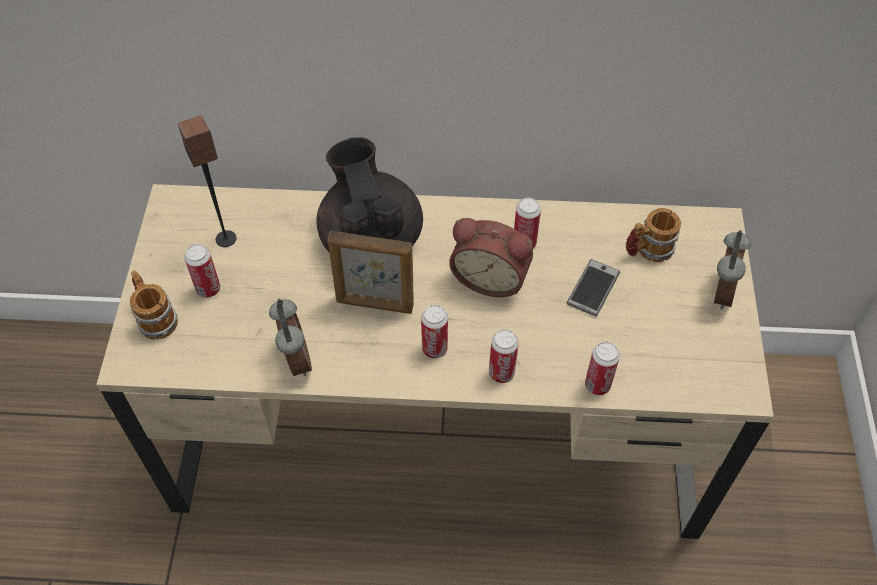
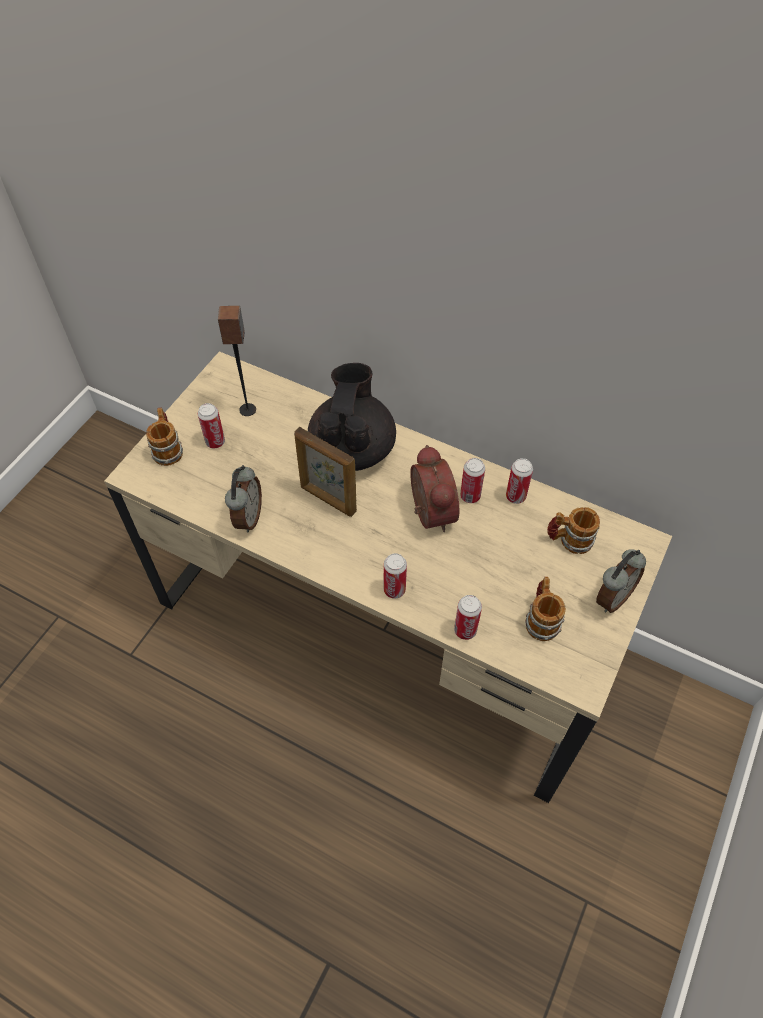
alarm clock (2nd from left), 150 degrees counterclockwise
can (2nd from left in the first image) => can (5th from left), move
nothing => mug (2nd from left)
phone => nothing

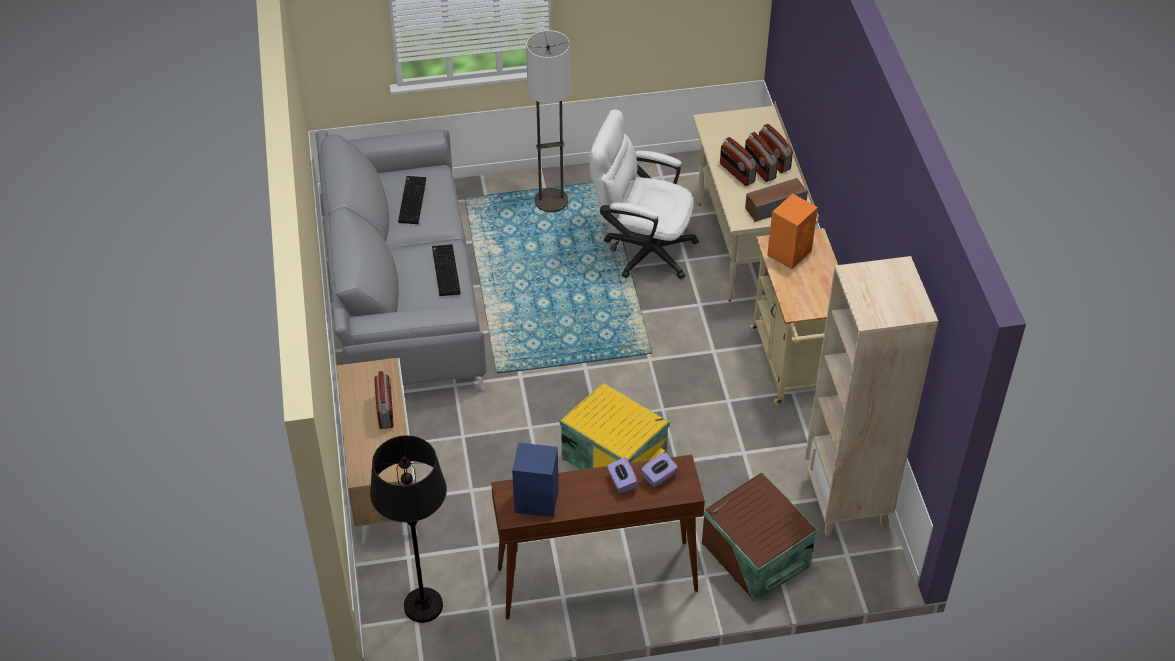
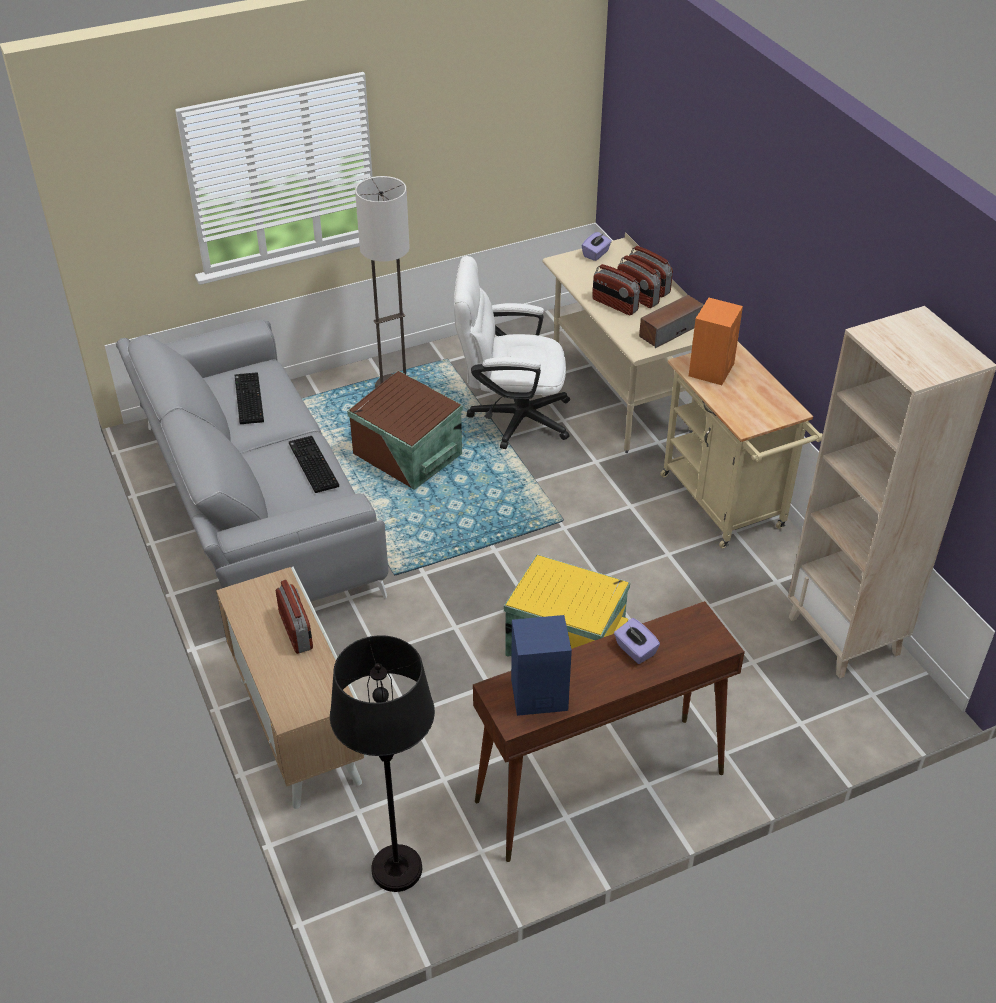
brown storage box, move
purple tissue box (2nd from left in the first image) => purple tissue box (1st from left), move

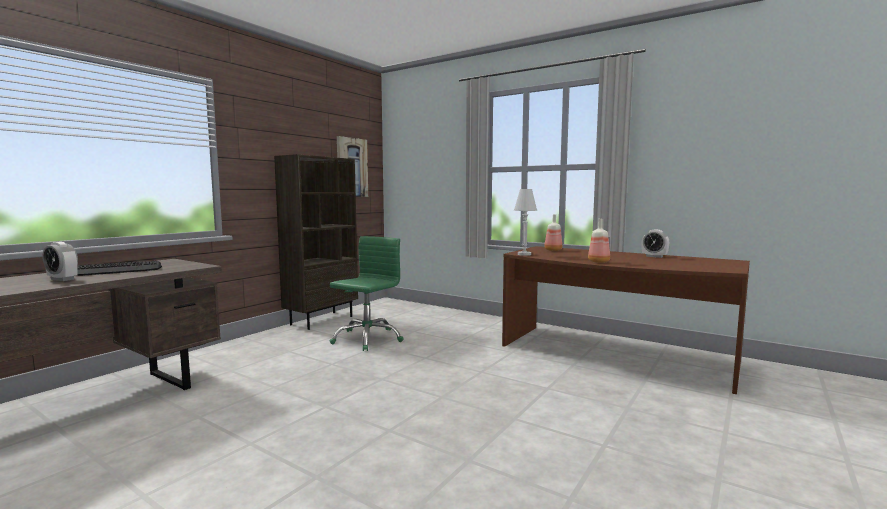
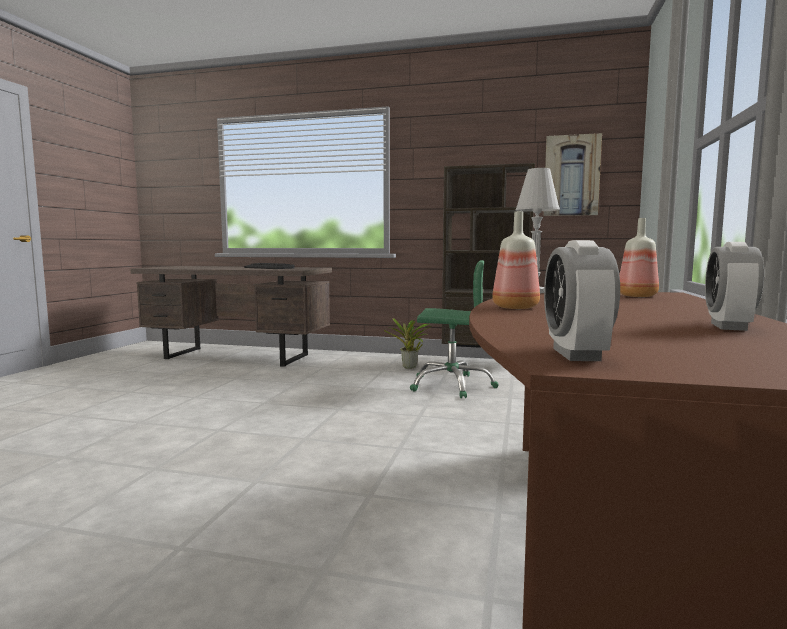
nothing => potted plant
alarm clock (1st from left), move

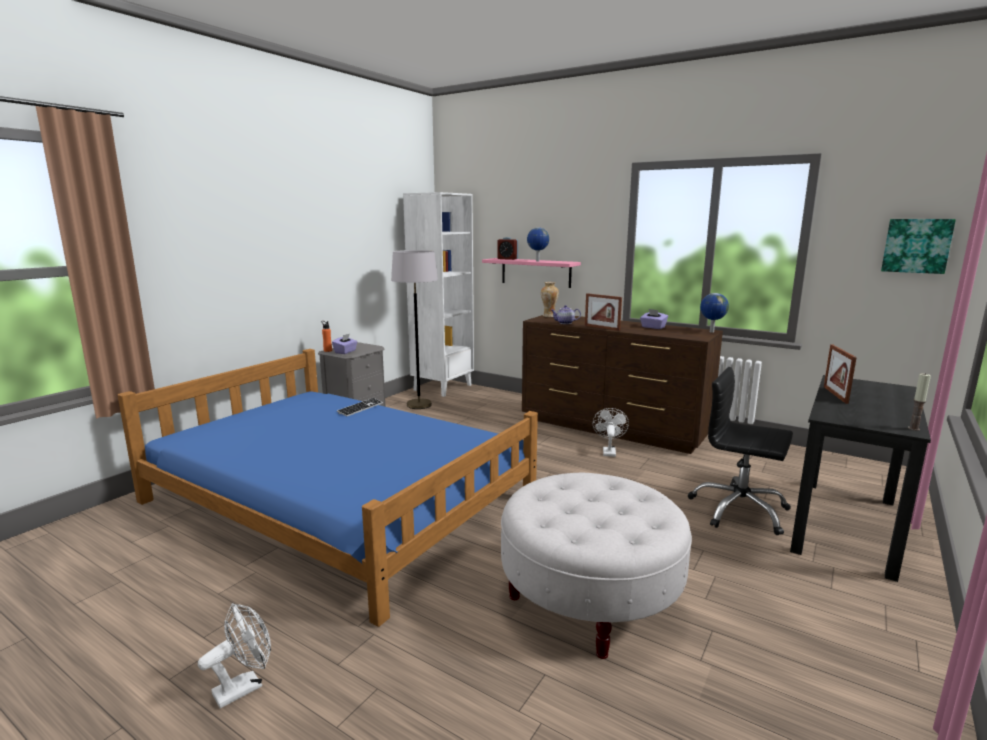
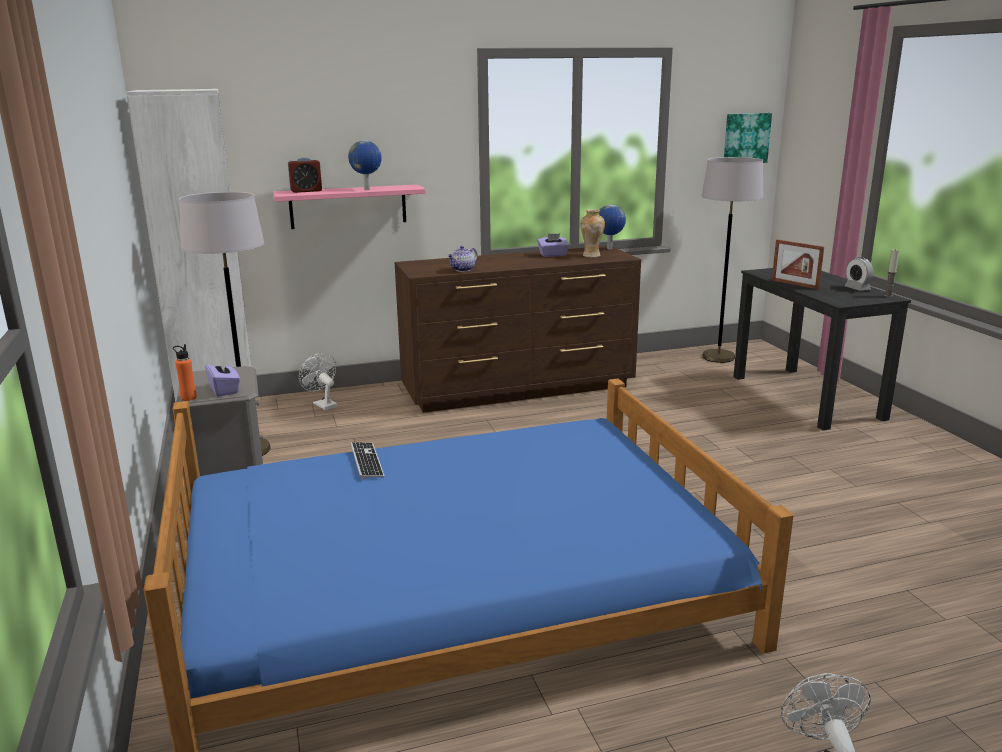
white fan (2nd from left in the first image) => white fan (1st from left), move
vase, move
nothing => grey floor lamp (2nd from left)
nothing => alarm clock (2nd from left)
white ottoman => nothing
picture frame (1st from left) => nothing
black office chair => nothing

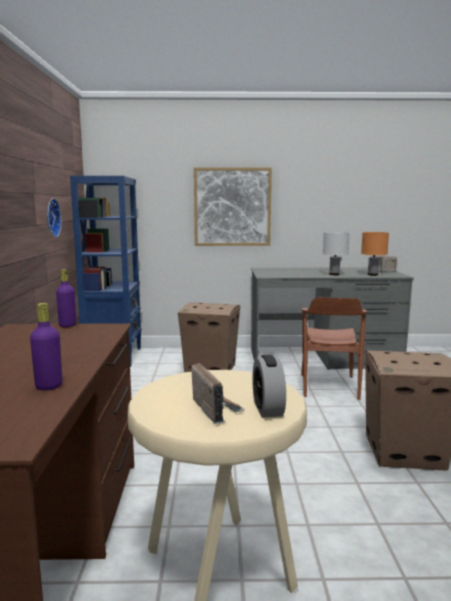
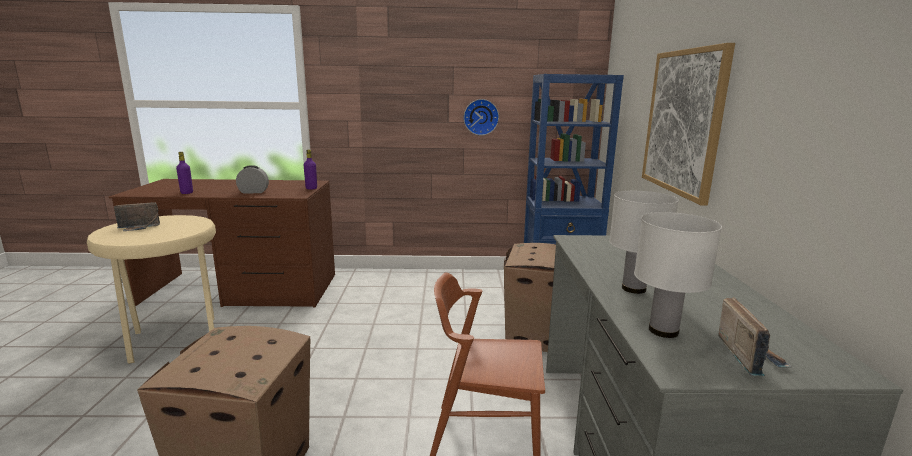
alarm clock, move
orange table lamp => white table lamp (2nd from left)

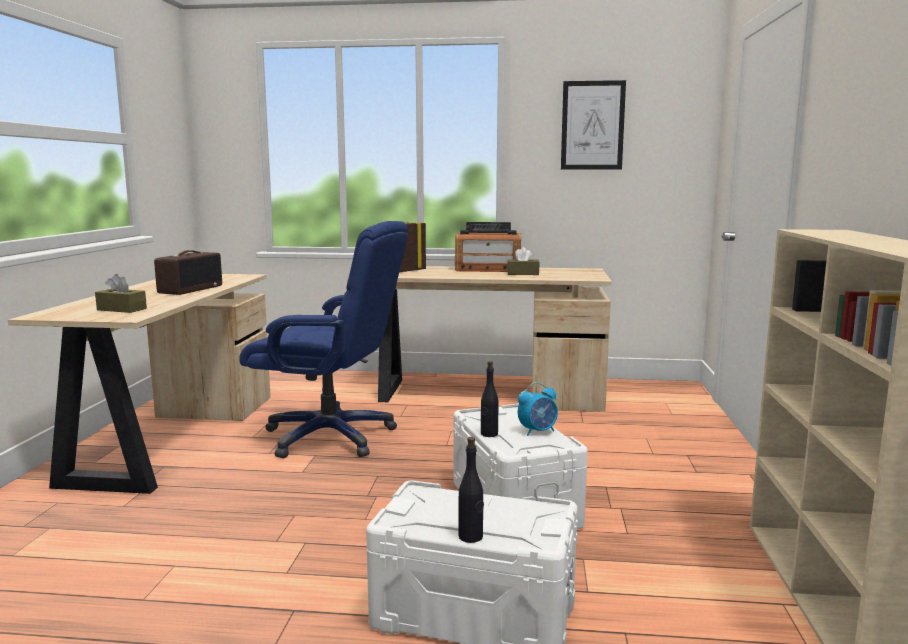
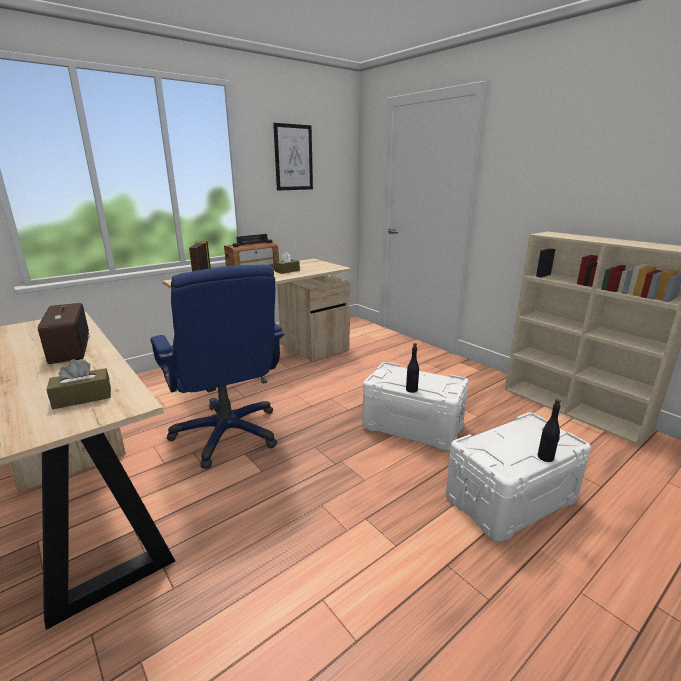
blue office chair, 90 degrees clockwise
alarm clock => nothing

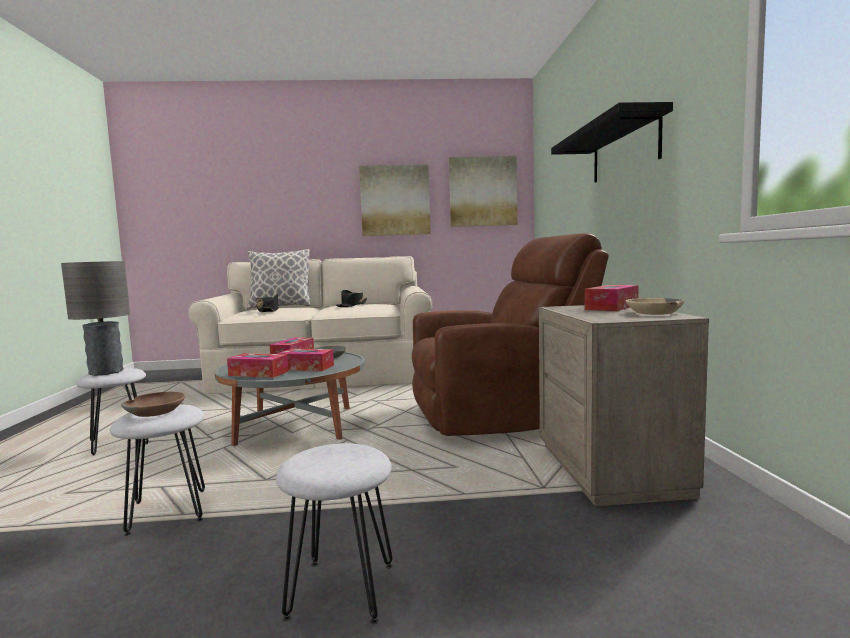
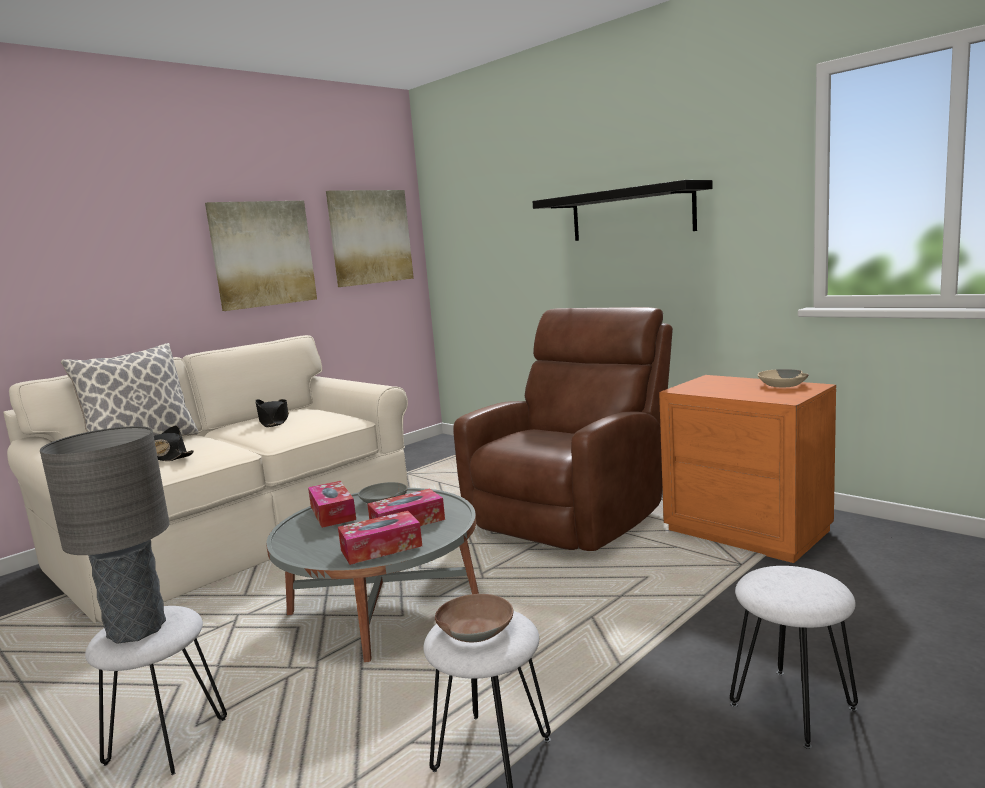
beige nightstand => orange nightstand
tissue box (4th from left) => nothing

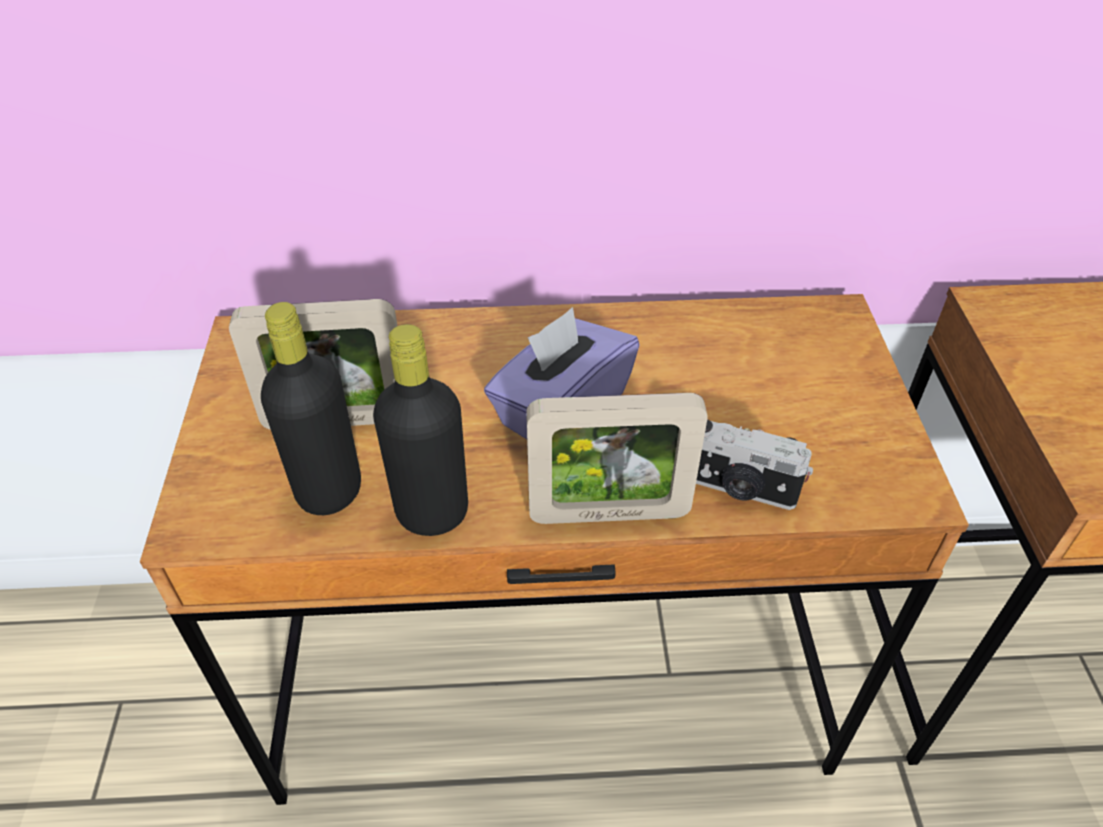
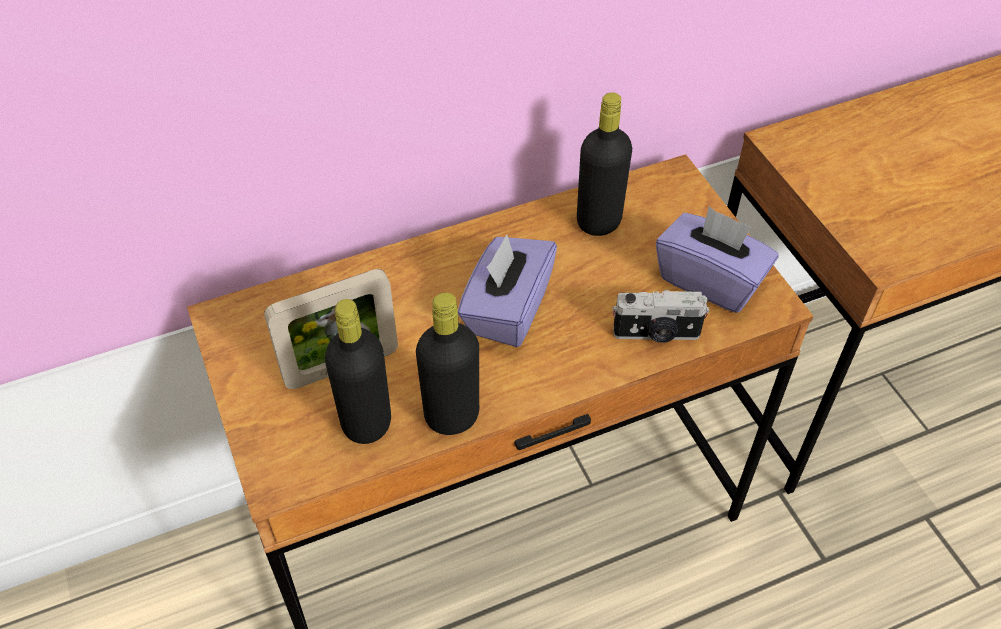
nothing => black bottle (3rd from left)
nothing => purple tissue box (2nd from left)
picture frame (2nd from left) => nothing

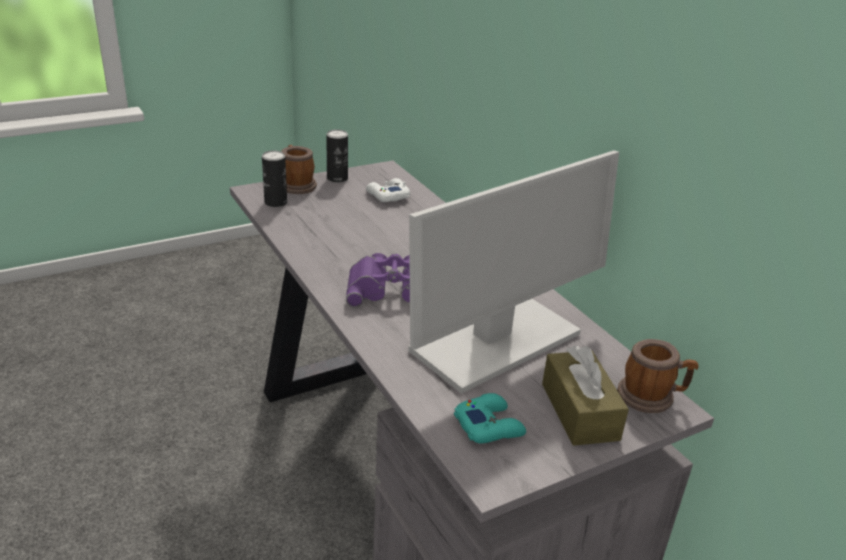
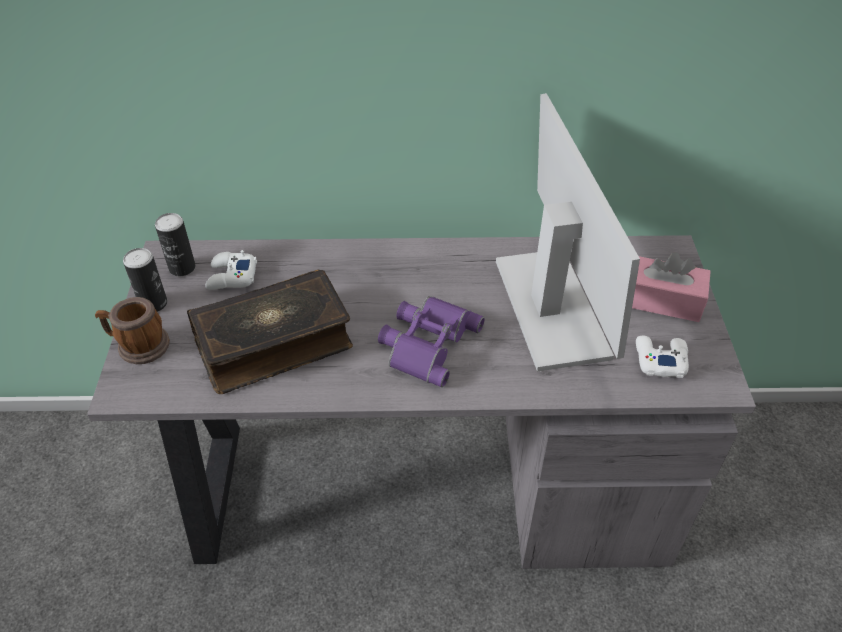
can (1st from left in the first image) => can (2nd from left), move
nothing => book
brown tissue box => pink tissue box
turquoise game controller => white game controller (2nd from left)
mug (2nd from left) => nothing

